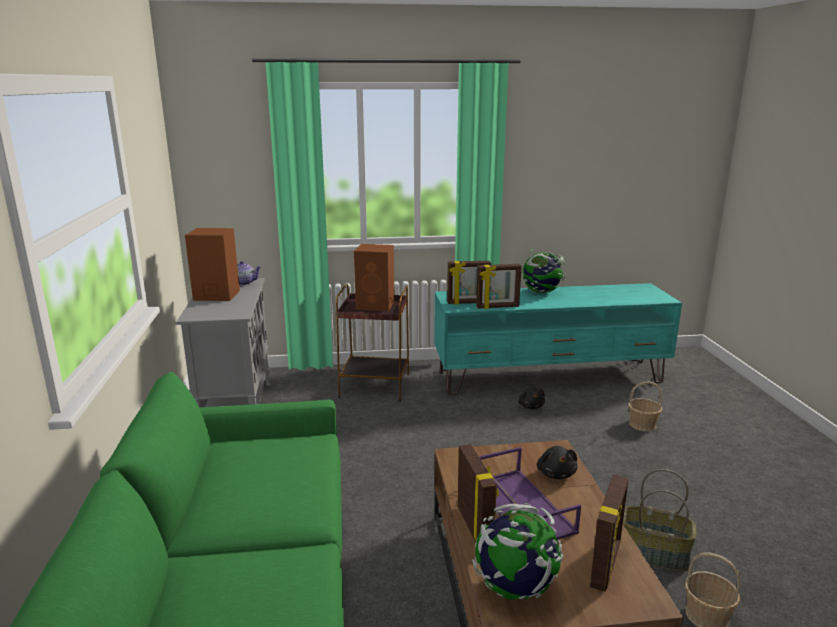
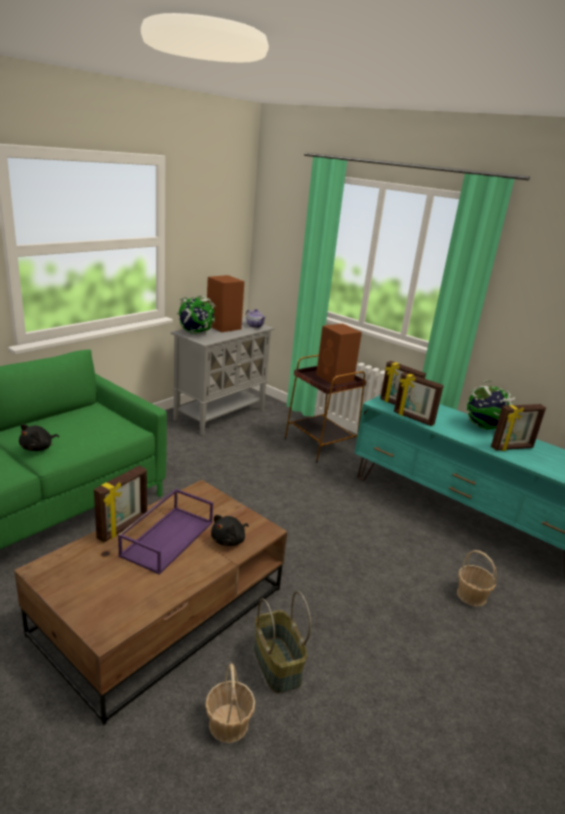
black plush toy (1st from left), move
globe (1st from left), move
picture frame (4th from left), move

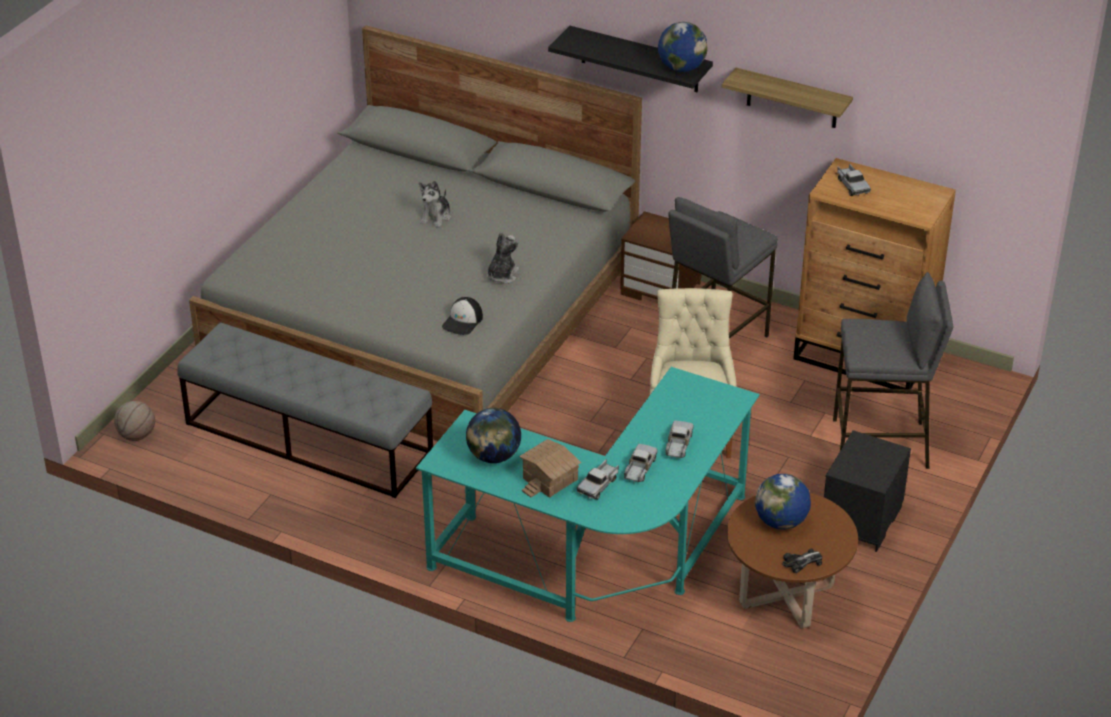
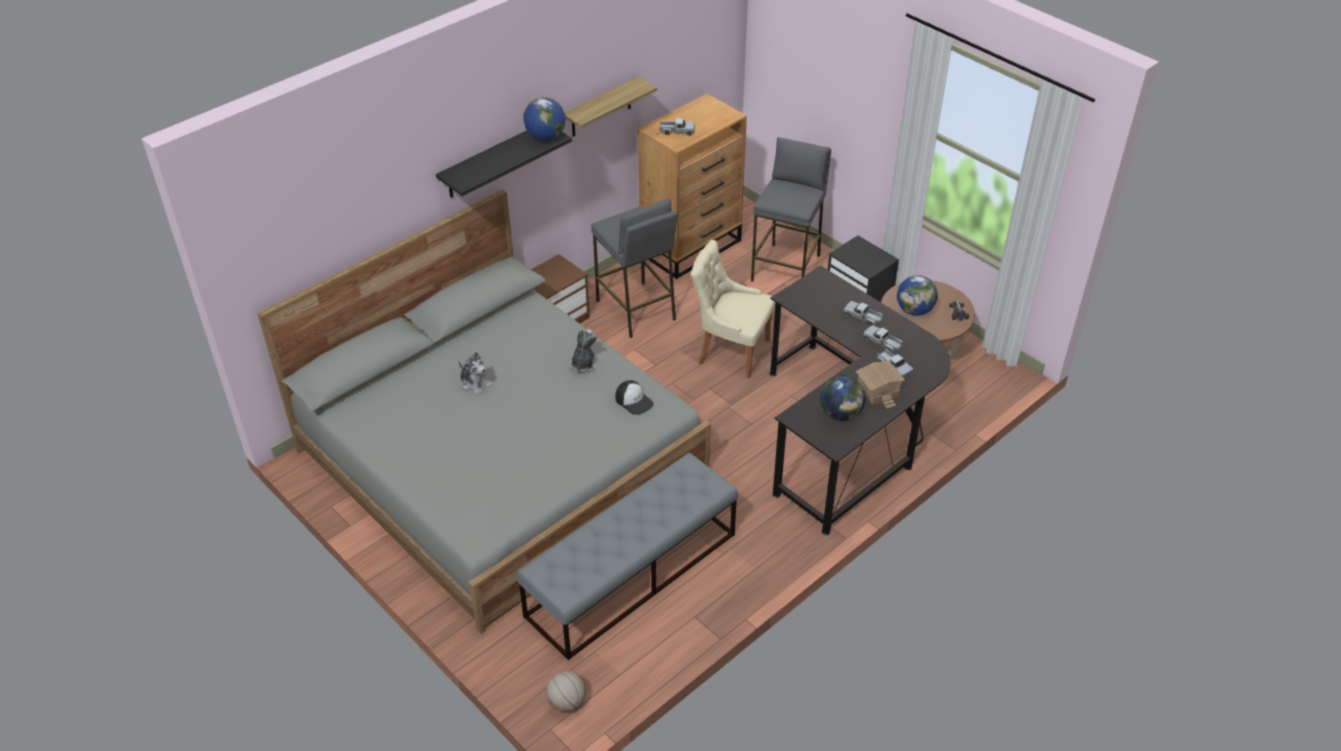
plush toy (2nd from left), 60 degrees clockwise
turquoise desk => black desk

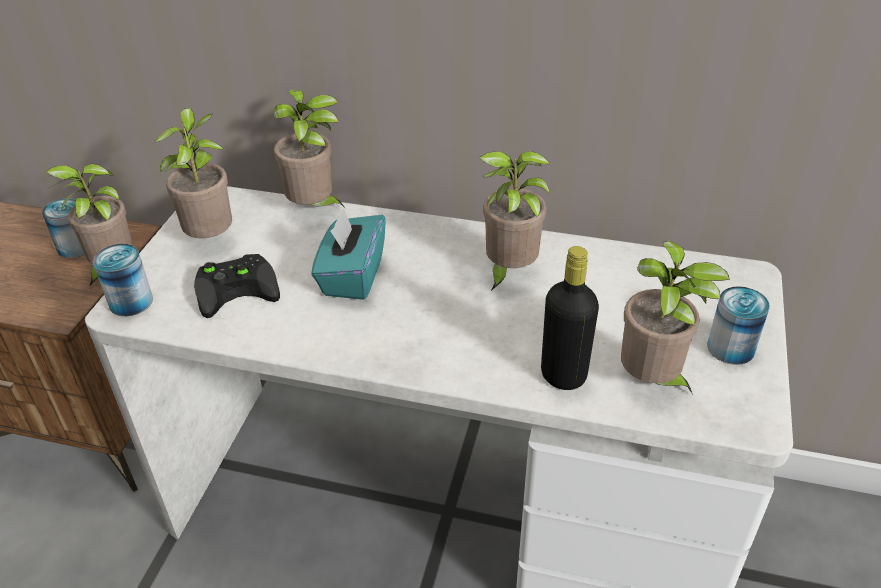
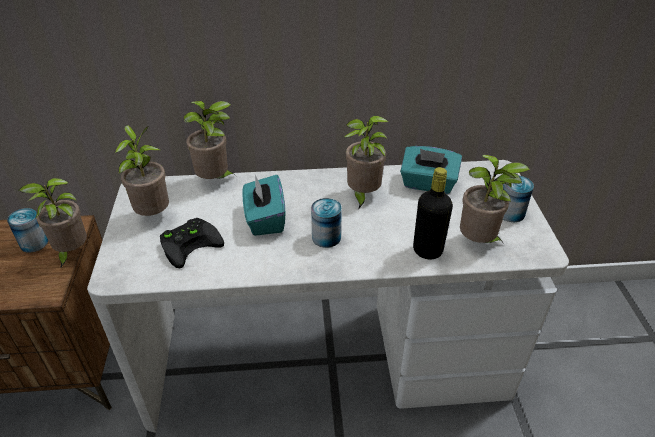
can (2nd from left), move
nothing => turquoise tissue box (2nd from left)

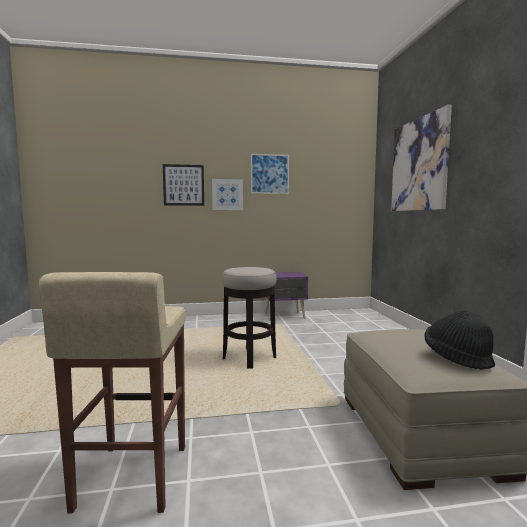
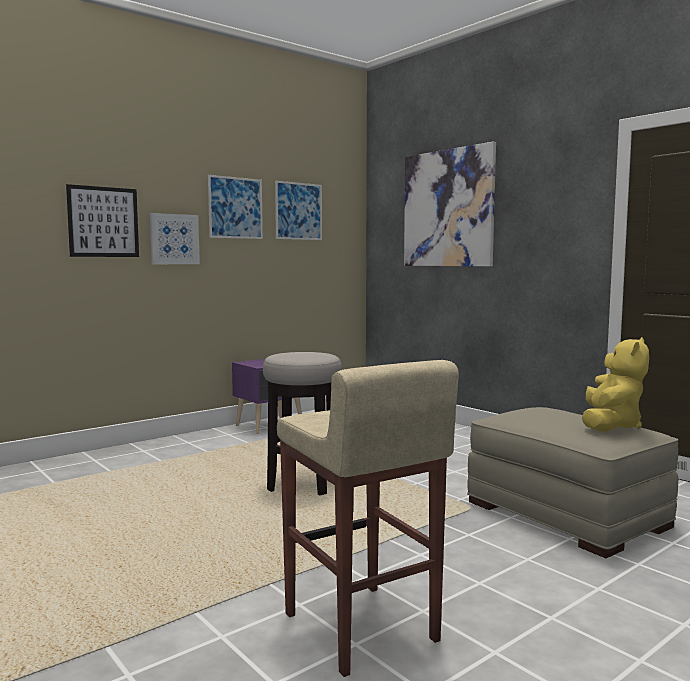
nothing => picture (4th from left)
black hat => yellow plush toy

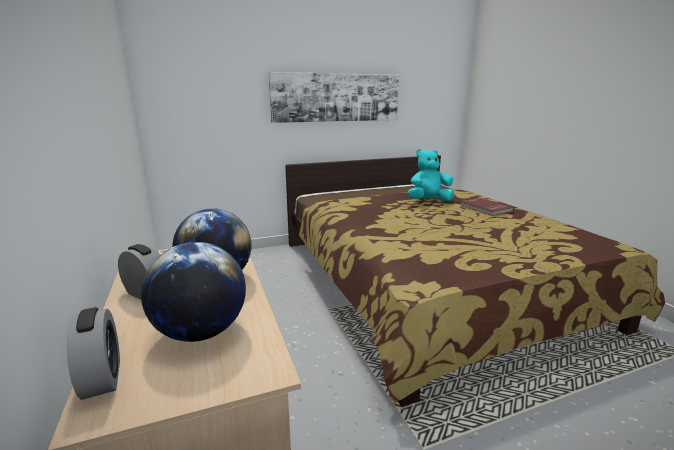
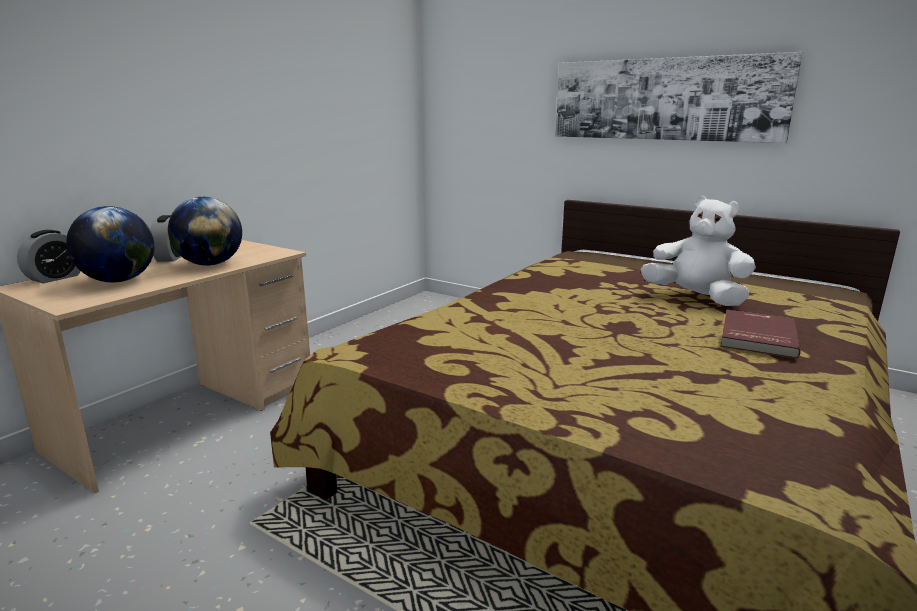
turquoise plush toy => white plush toy

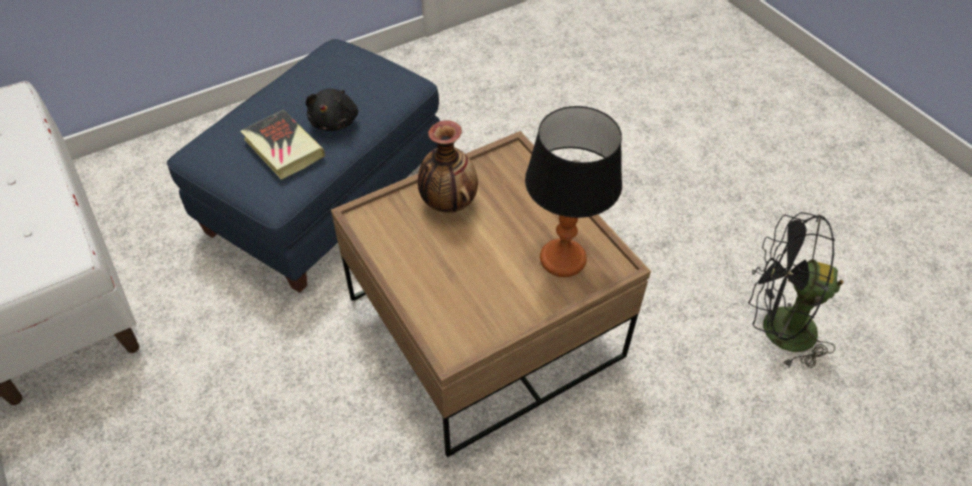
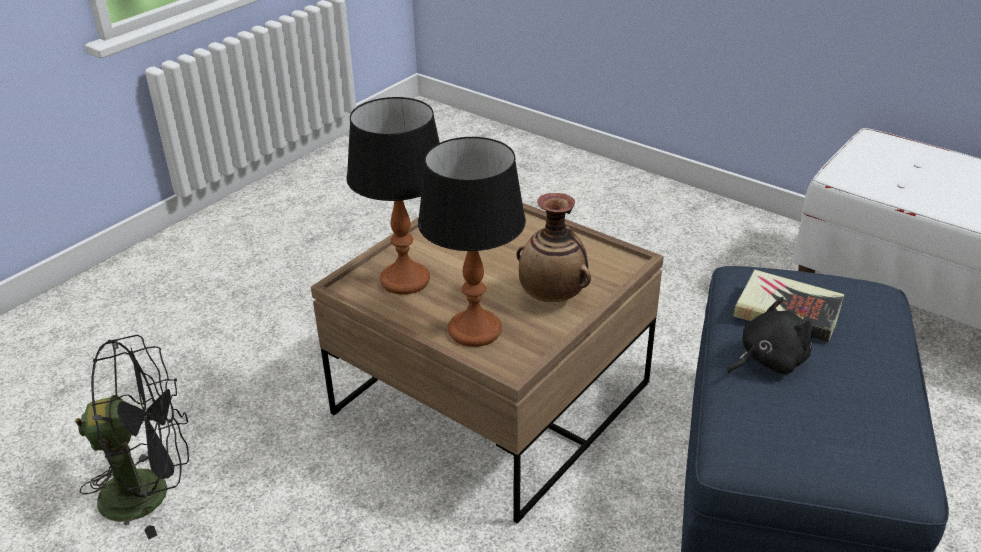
nothing => table lamp (2nd from left)
black plush toy, 75 degrees clockwise

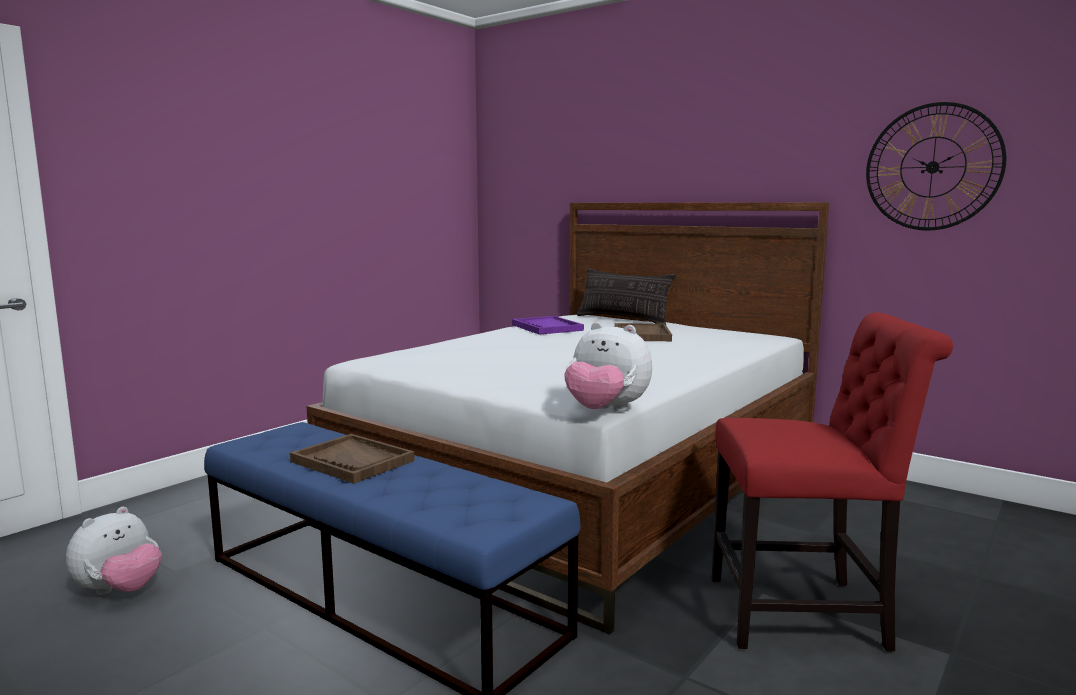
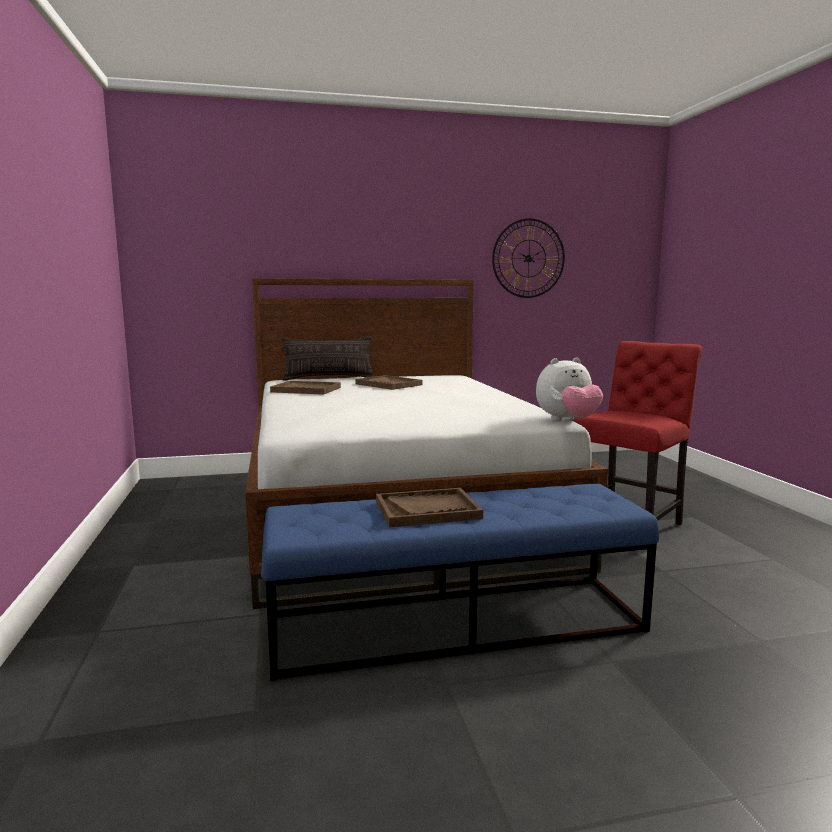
purple tray => brown tray (1st from left)
plush toy (1st from left) => nothing

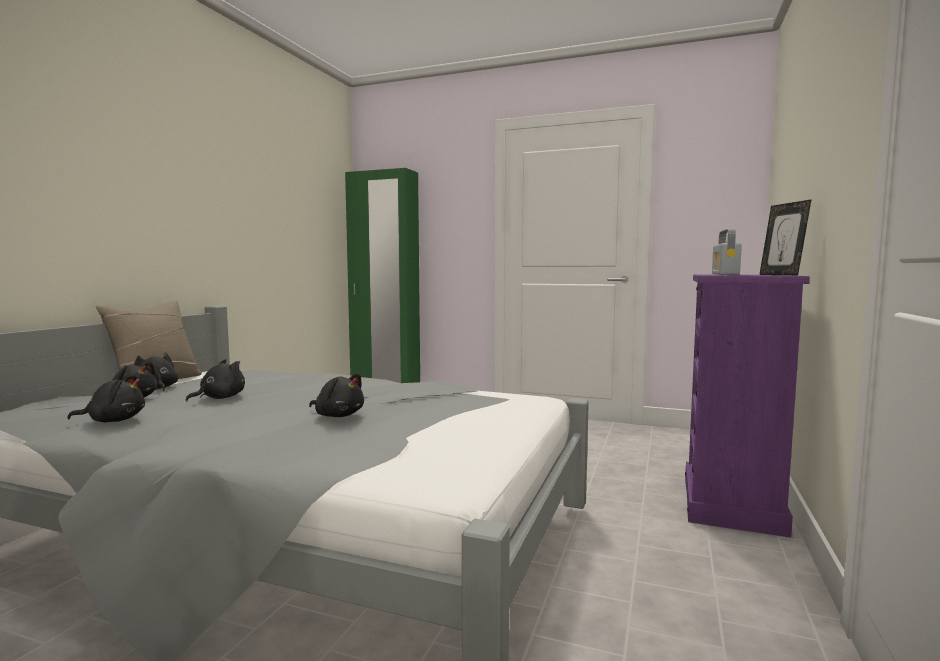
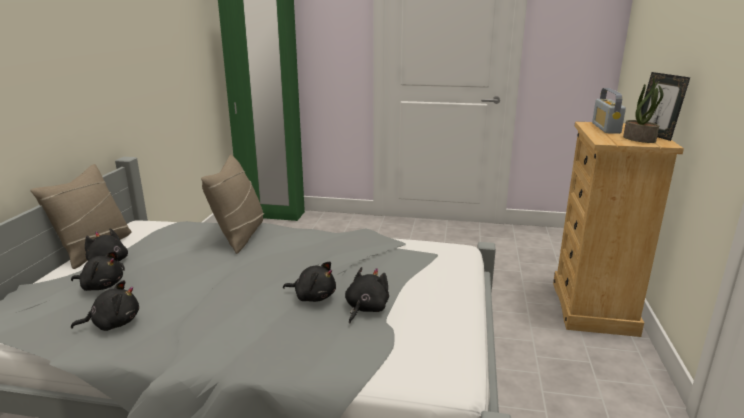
nothing => beige pillow (2nd from left)
black plush toy (4th from left in the first image) => black plush toy (5th from left), move
purple dresser => beige dresser
nothing => potted plant

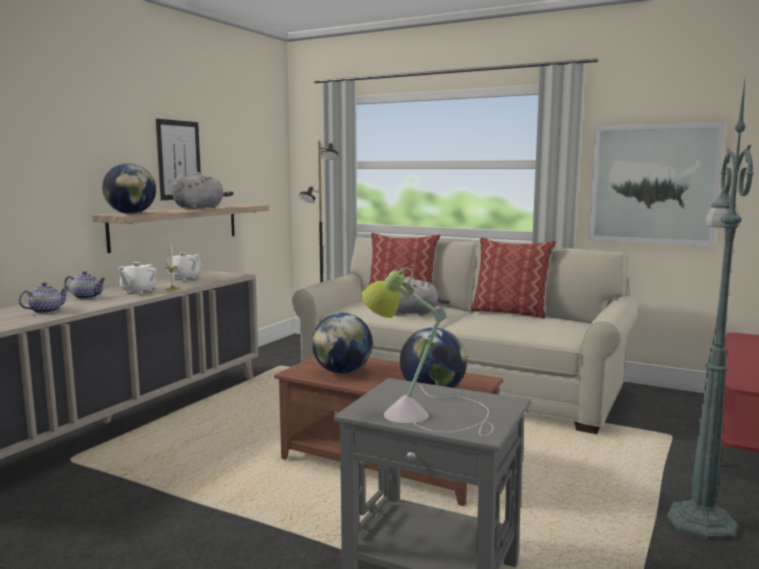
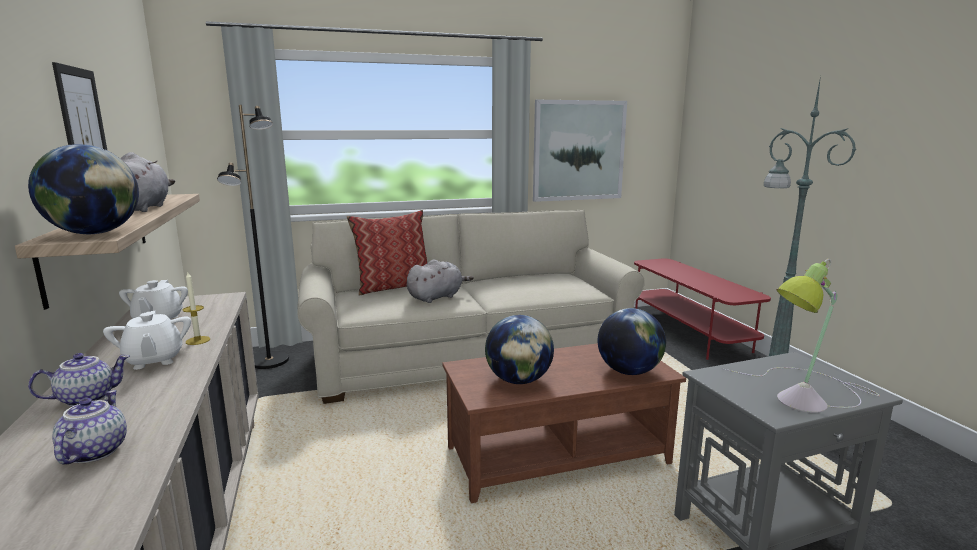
pillow (2nd from left) => nothing

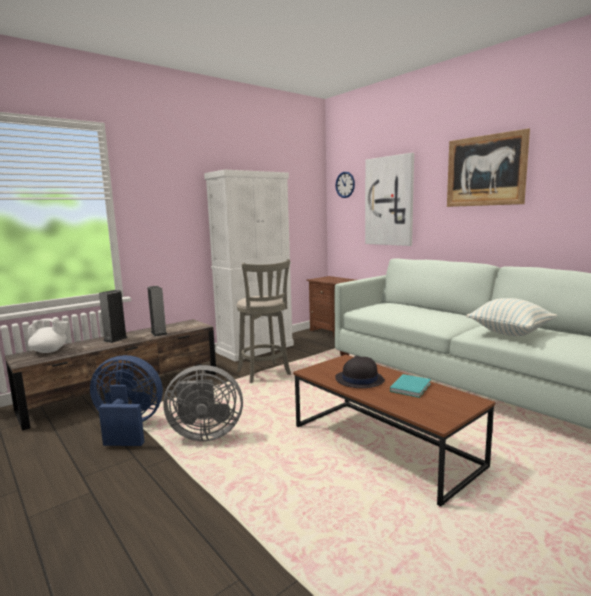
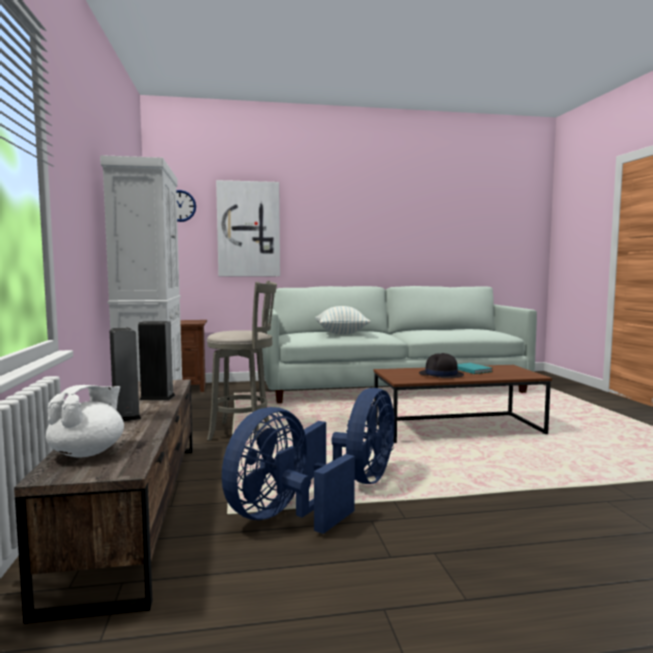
grey fan => blue fan (2nd from left)
pillow, move
picture (2nd from left) => nothing

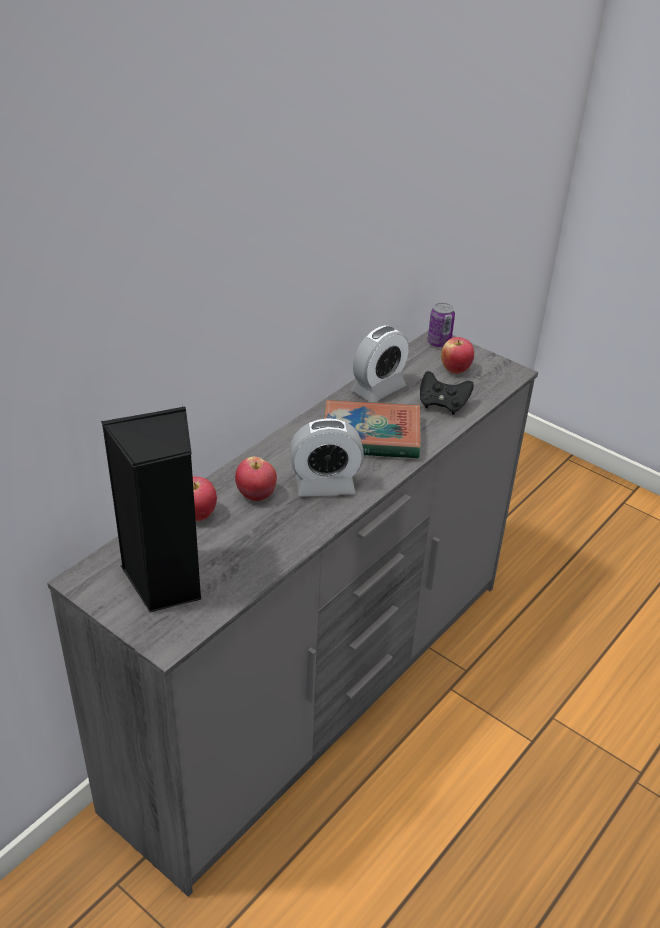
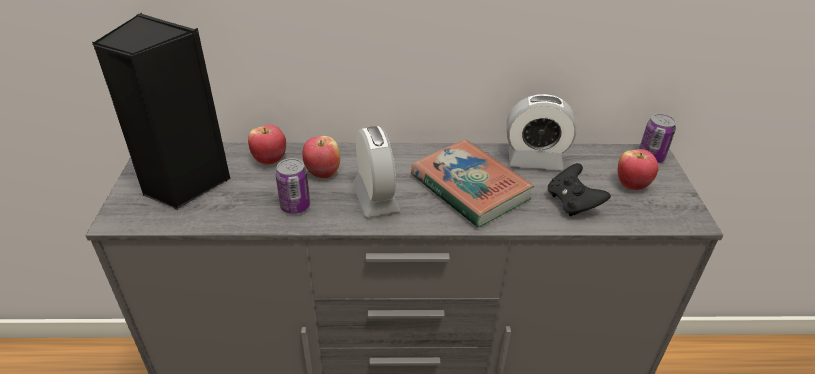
nothing => can (1st from left)
alarm clock (1st from left), 150 degrees counterclockwise

